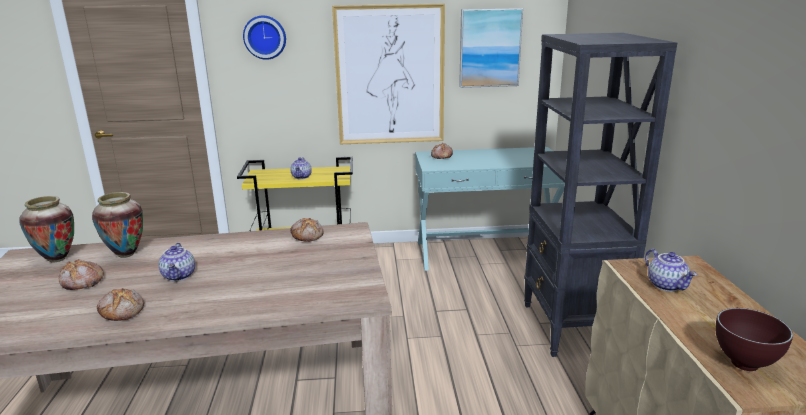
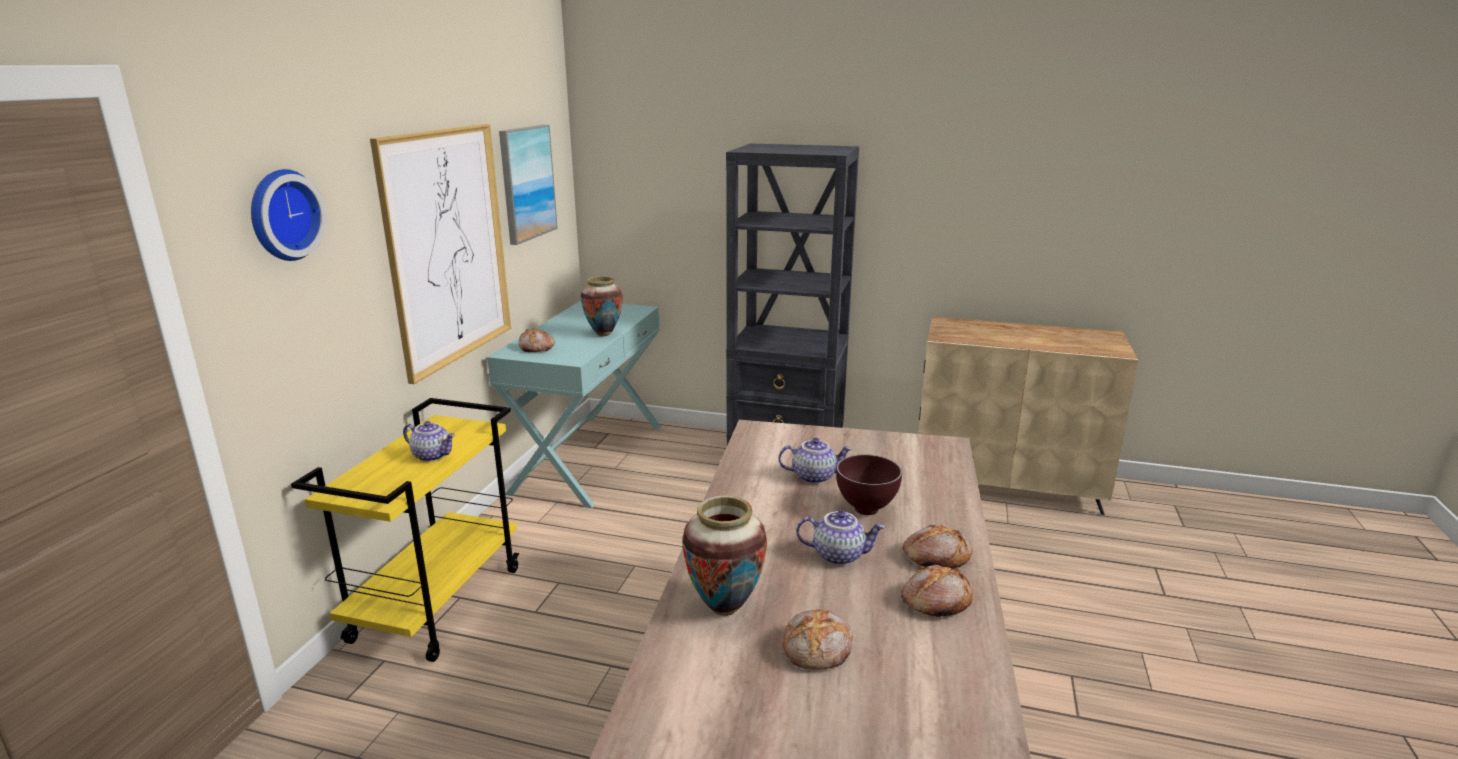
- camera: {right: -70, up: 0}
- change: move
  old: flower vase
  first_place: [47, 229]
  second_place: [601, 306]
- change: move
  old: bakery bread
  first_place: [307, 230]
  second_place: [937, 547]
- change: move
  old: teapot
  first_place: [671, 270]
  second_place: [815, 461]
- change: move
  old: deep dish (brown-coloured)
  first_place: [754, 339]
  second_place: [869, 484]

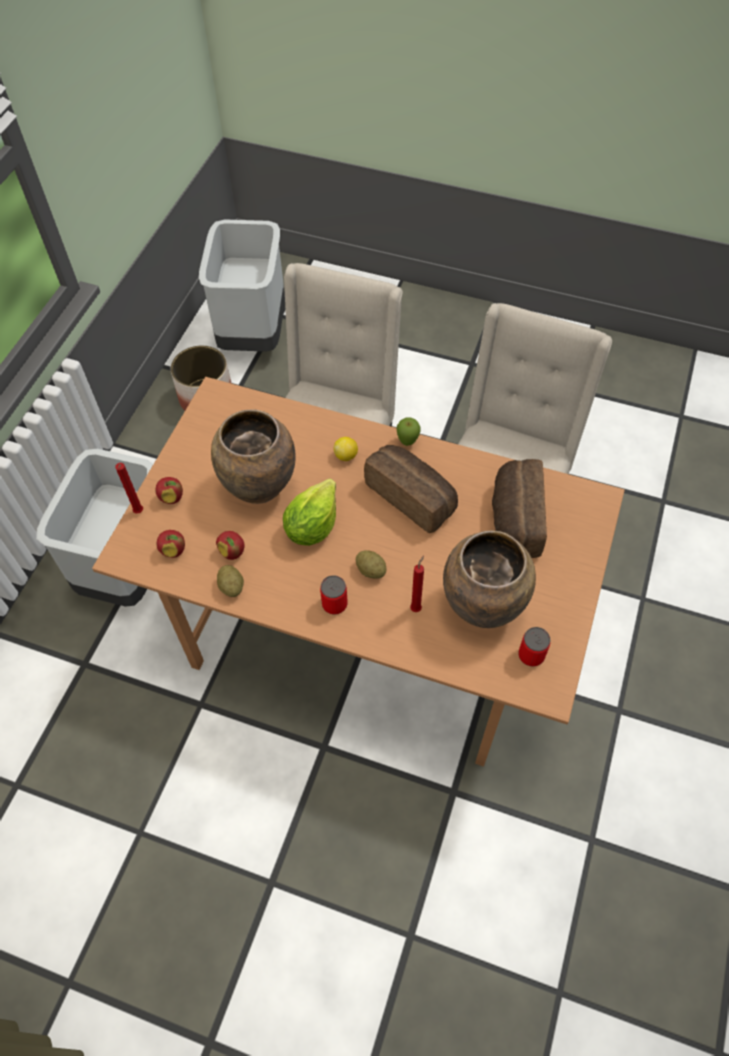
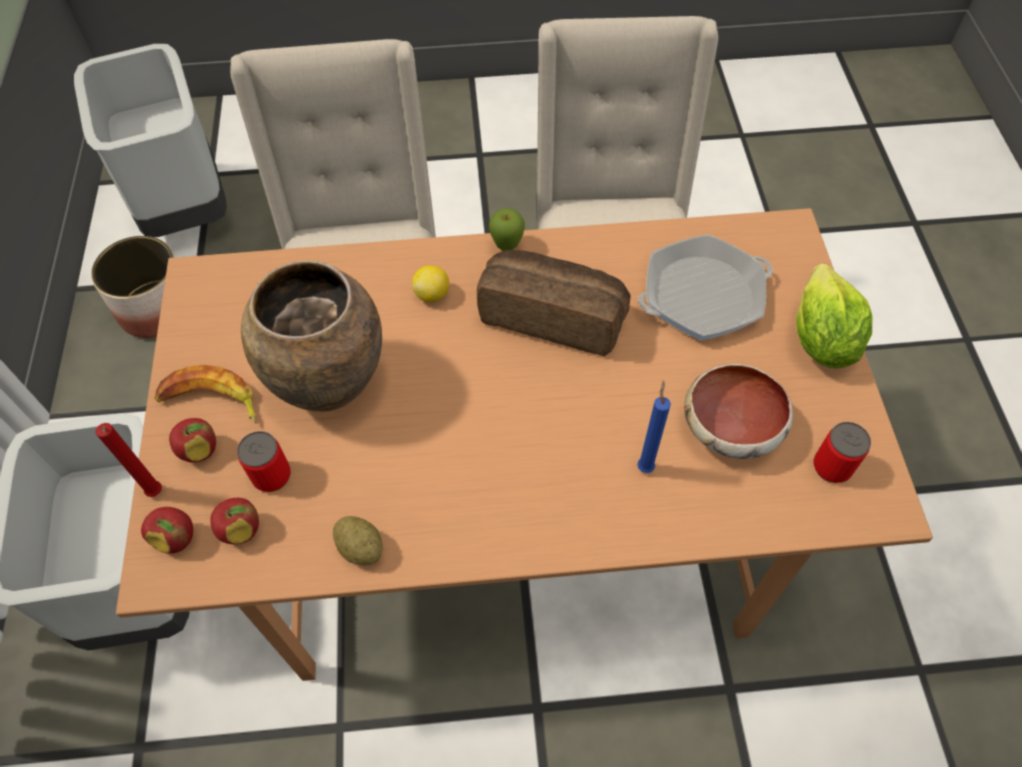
- camera: {right: -25, up: 0}
- change: replace
  old: bakery bread
  new: pan
  first_place: [519, 508]
  second_place: [705, 287]
- change: move
  old: lettuce head
  first_place: [309, 512]
  second_place: [834, 316]
- change: move
  old: apple
  first_place: [230, 545]
  second_place: [167, 530]
- change: replace
  old: flower vase (brown-coloured)
  new: deep dish
  first_place: [489, 579]
  second_place: [738, 411]
- change: delete
  old: potato
  first_place: [371, 564]
- change: recolor
  old: wax candle (reddish)
  new: wax candle (bluish)
  first_place: [417, 583]
  second_place: [654, 426]
- change: move
  old: can
  first_place: [334, 595]
  second_place: [264, 461]
- change: insert
  new: whole banana
  second_place: [205, 394]

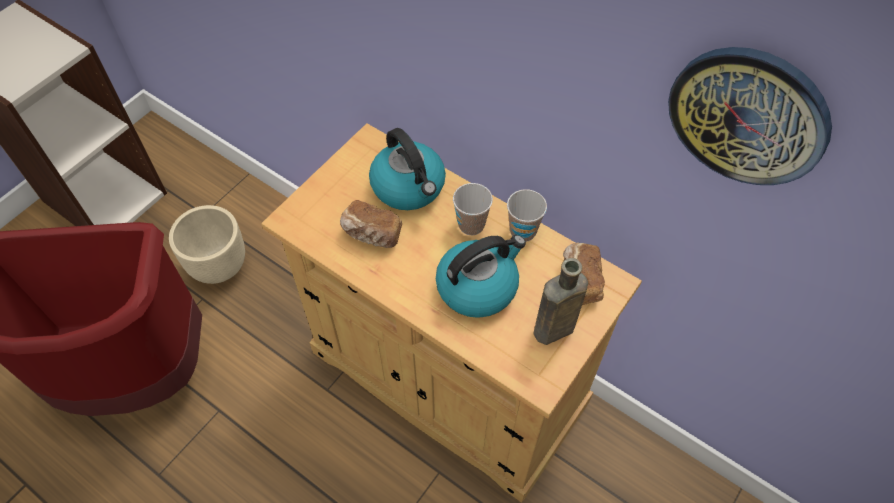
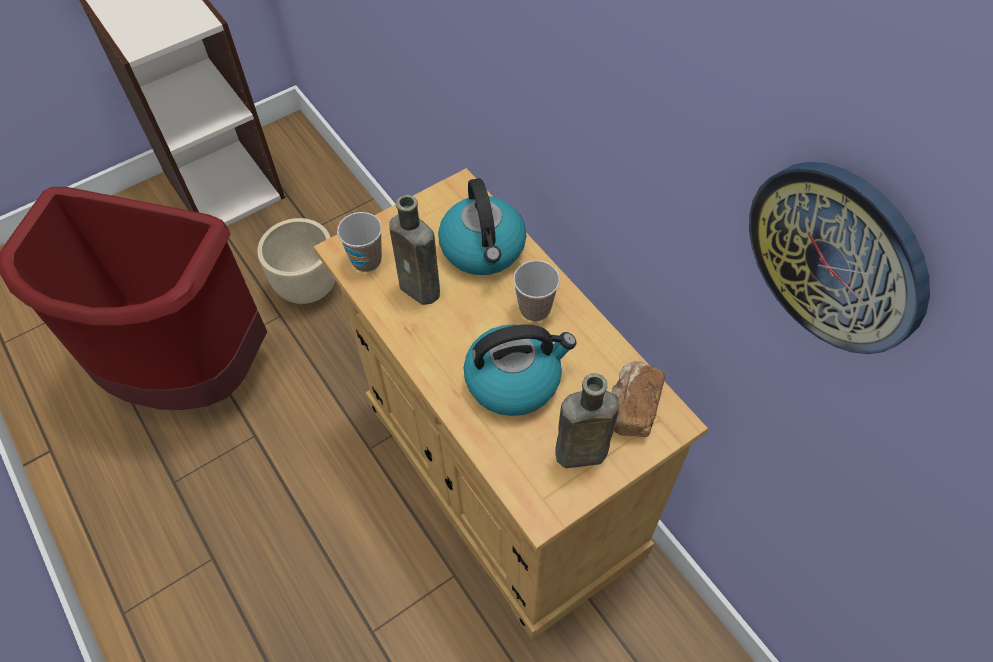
- camera: {right: 20, up: 0}
- change: move
  old: small cup
  first_place: [527, 215]
  second_place: [359, 242]
- change: replace
  old: bakery bread
  new: drink bottle (brown-coloured)
  first_place: [371, 224]
  second_place: [414, 250]

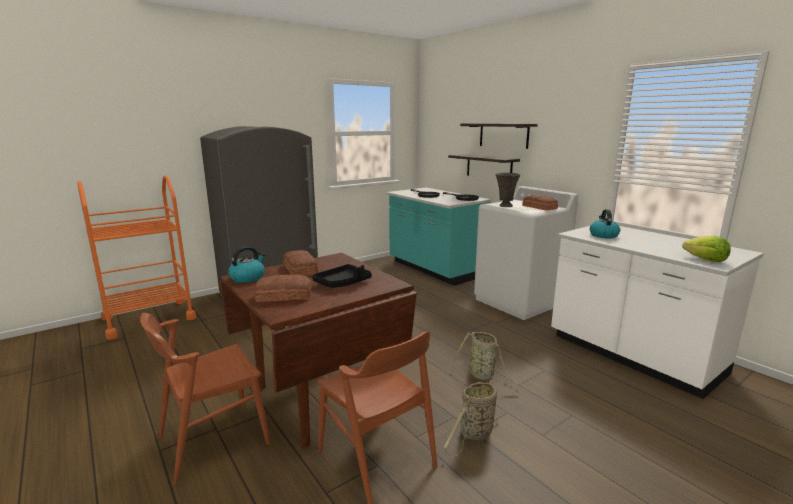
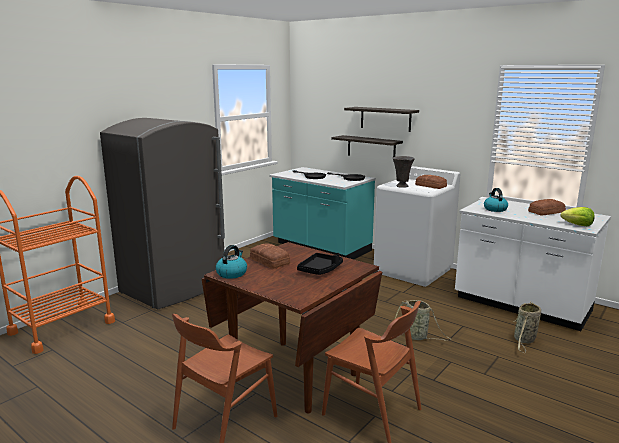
- camera: {right: -15, up: 0}
- change: move
  old: bakery bread
  first_place: [282, 288]
  second_place: [547, 207]
- change: move
  old: household basket
  first_place: [471, 418]
  second_place: [527, 327]

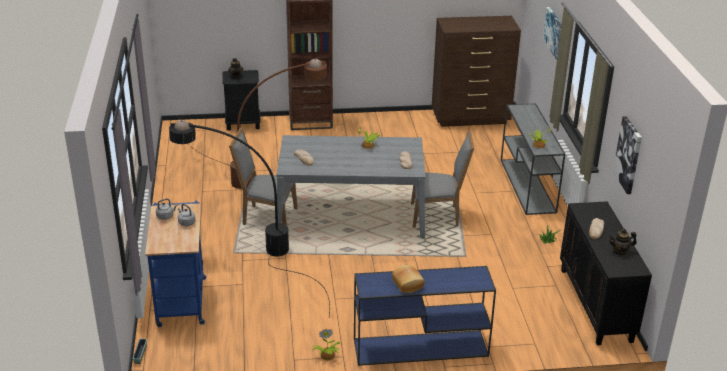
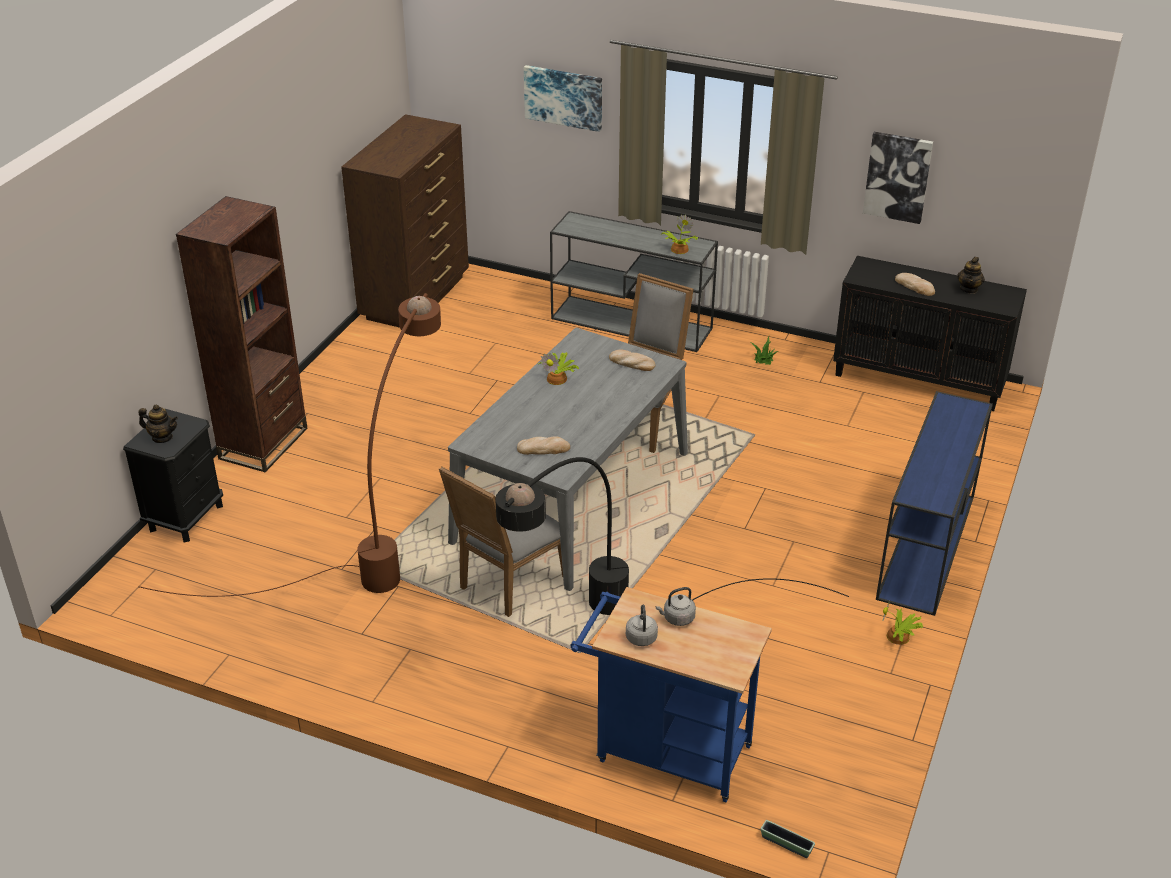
- camera: {right: -60, up: 5}
- change: delete
  old: bakery bread
  first_place: [408, 279]

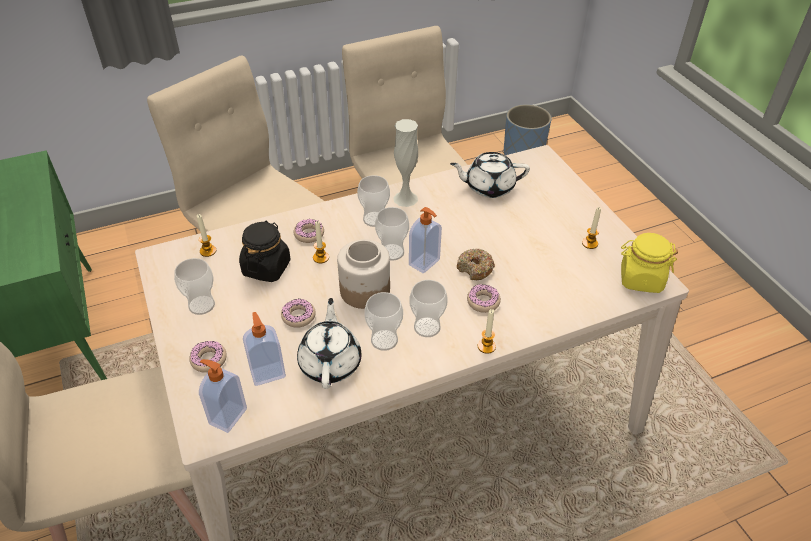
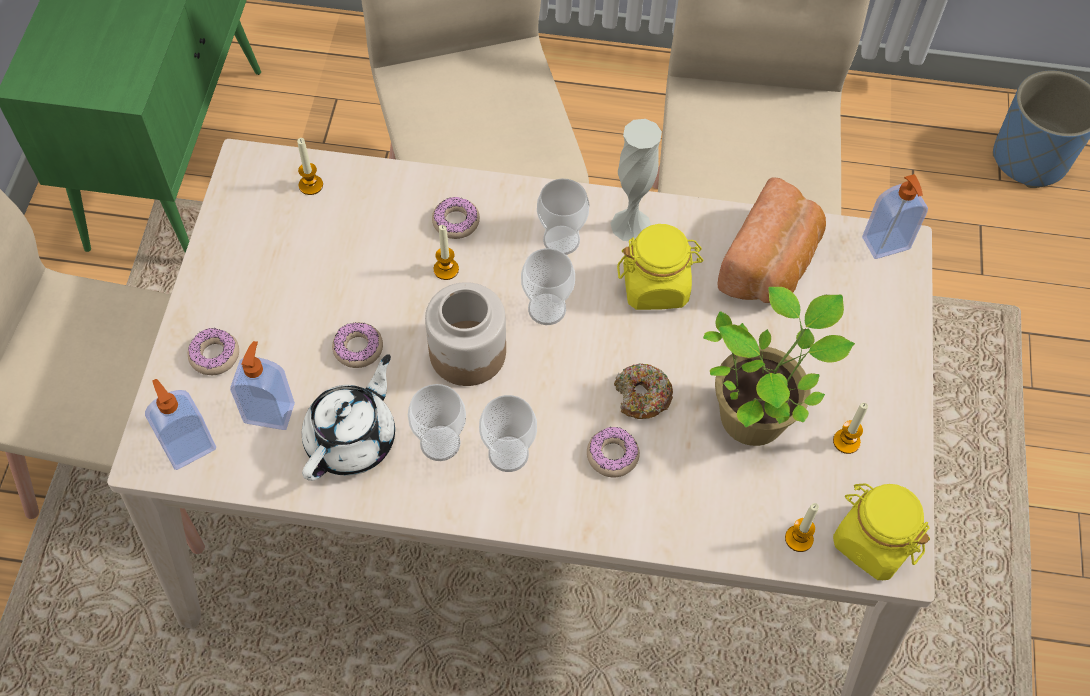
- camera: {right: 30, up: 15}
- change: replace
  old: teapot (white)
  new: bakery bread
  first_place: [490, 175]
  second_place: [772, 240]
- change: move
  old: soap dispenser
  first_place: [425, 240]
  second_place: [895, 216]
- change: delete
  old: storage jar (black)
  first_place: [265, 251]
- change: delete
  old: small cup
  first_place: [194, 286]
- change: move
  old: wax candle
  first_place: [487, 331]
  second_place: [802, 527]
- change: insert
  new: storage jar (yellow)
  second_place: [660, 267]
- change: insert
  new: houseplant
  second_place: [779, 366]

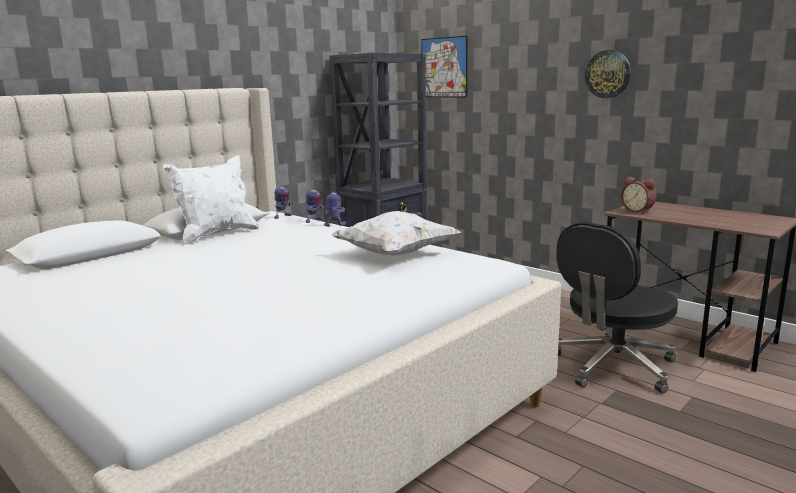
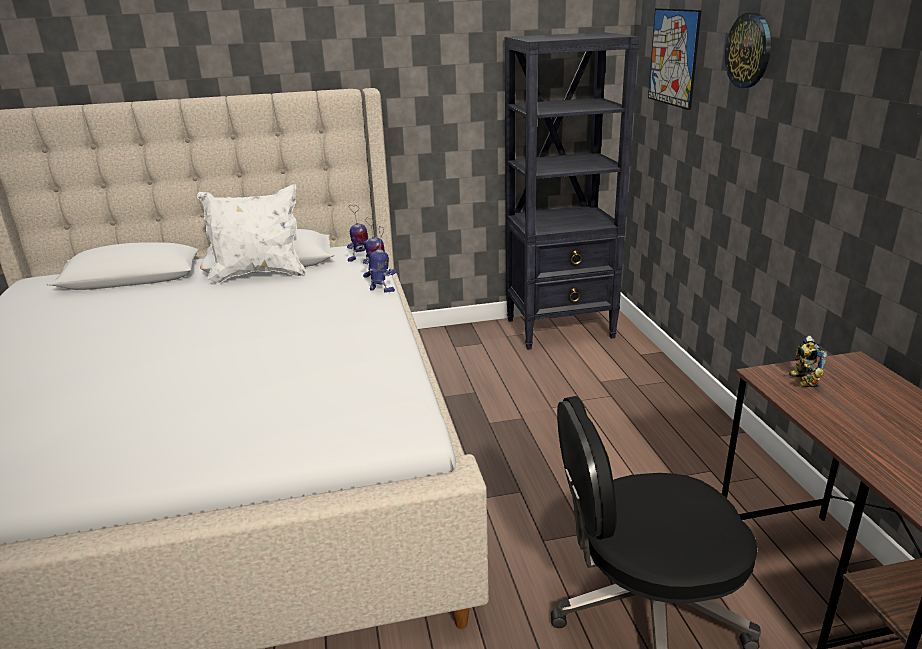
- camera: {right: 35, up: 10}
- change: move
  old: wall clock
  first_place: [608, 74]
  second_place: [748, 50]
- change: replace
  old: alarm clock
  new: robot figure
  first_place: [638, 194]
  second_place: [808, 361]
- change: delete
  old: cushion (white)
  first_place: [396, 233]

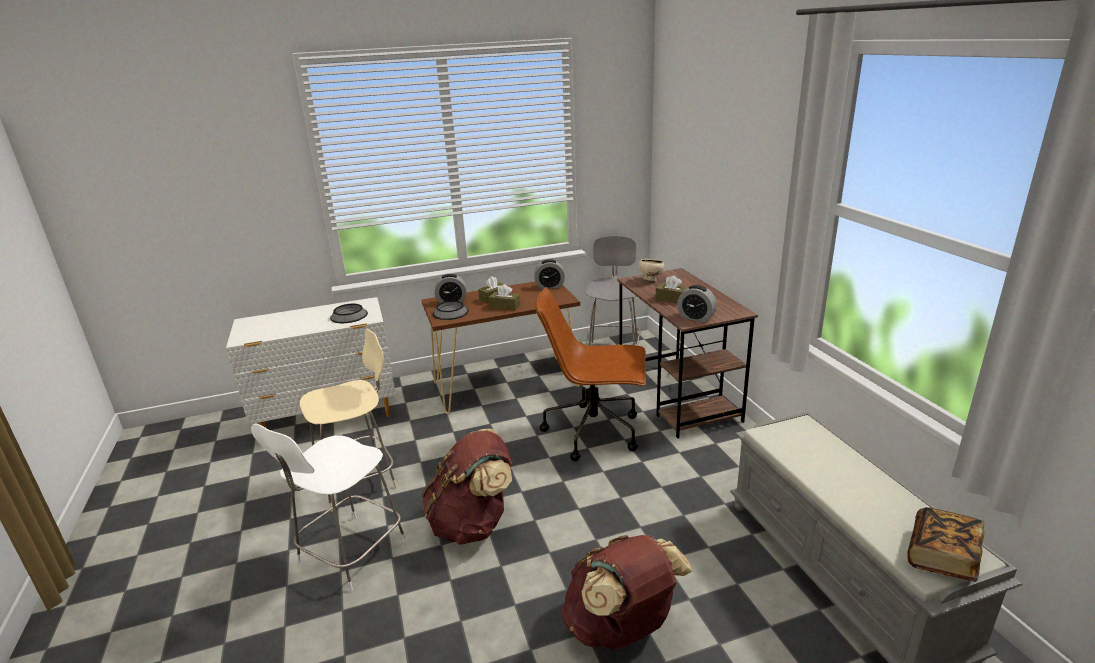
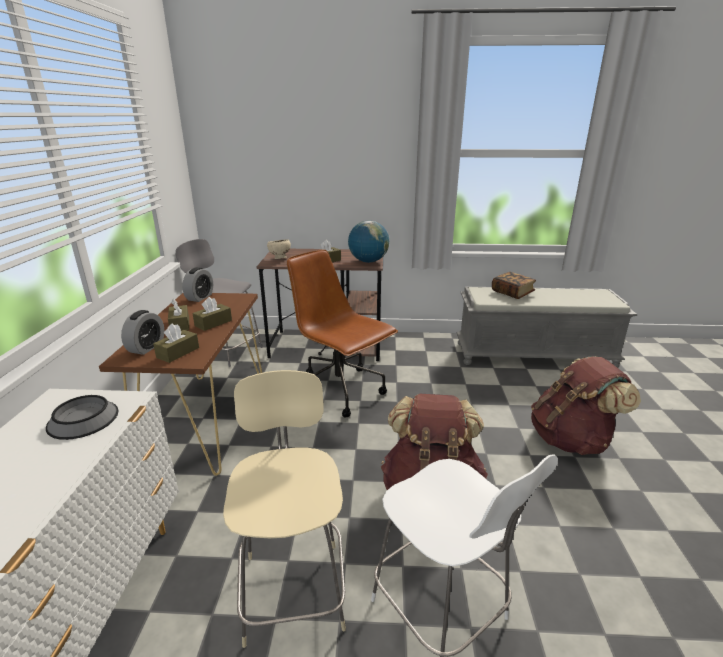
- camera: {right: -70, up: 0}
- change: replace
  old: alarm clock
  new: globe
  first_place: [697, 303]
  second_place: [368, 241]
- change: rotate
  old: desk chair (brown-coloured)
  first_place: [591, 374]
  second_place: [342, 333]
  degrees: 105
- change: replace
  old: deep dish
  new: tissue box (brown-coloured)
  first_place: [450, 310]
  second_place: [176, 343]
- change: move
  old: volume
  first_place: [946, 544]
  second_place: [514, 285]

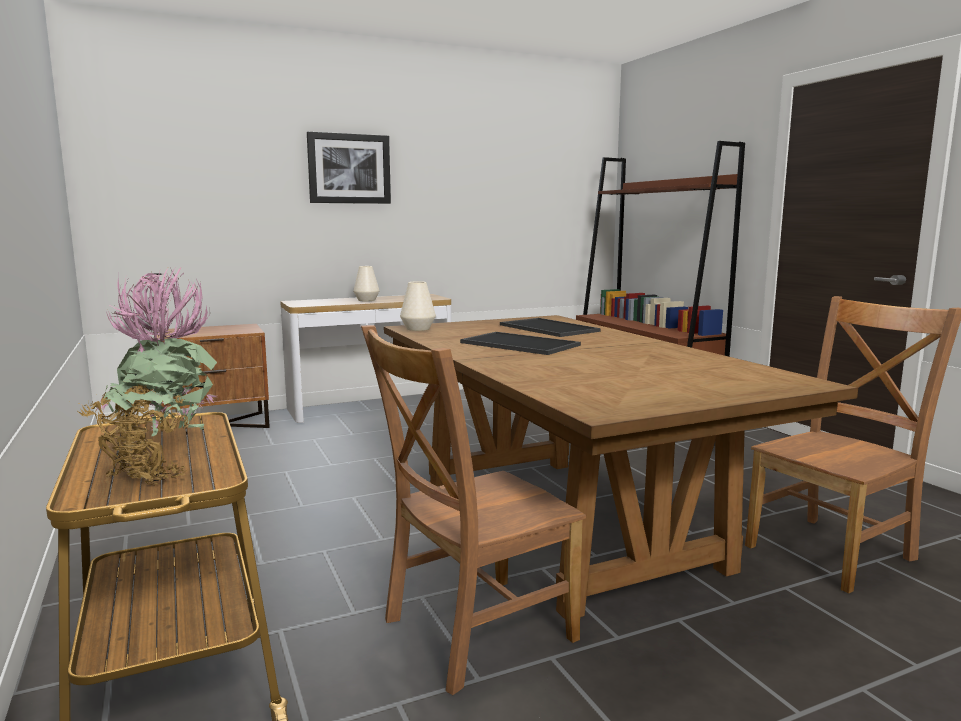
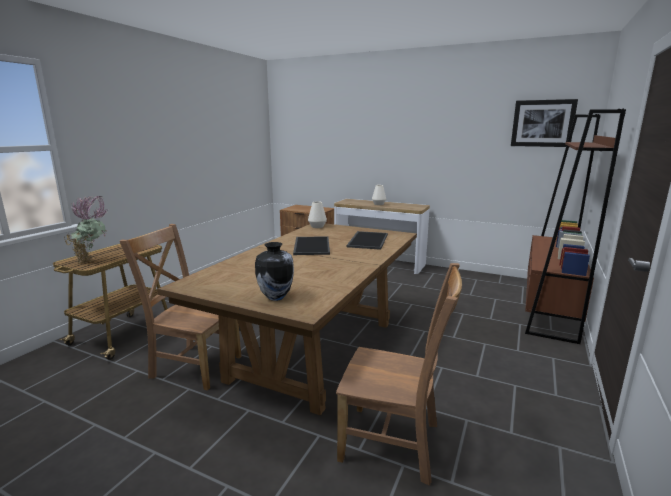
- camera: {right: 50, up: 5}
- change: move
  old: wall art
  first_place: [349, 168]
  second_place: [544, 123]
- change: insert
  new: flower vase
  second_place: [274, 271]

